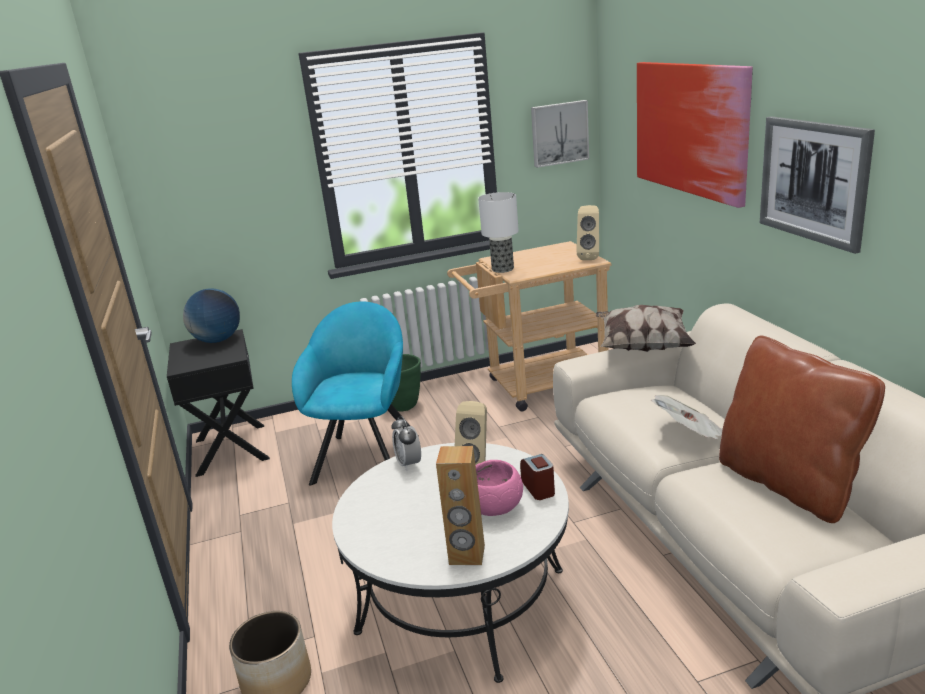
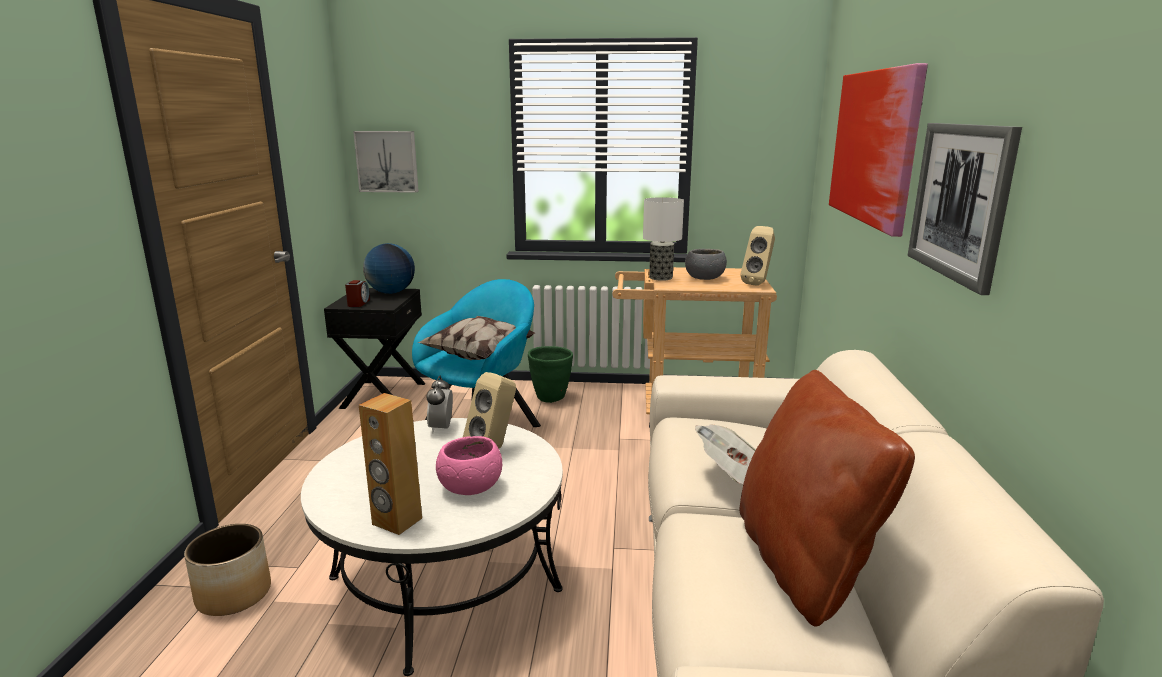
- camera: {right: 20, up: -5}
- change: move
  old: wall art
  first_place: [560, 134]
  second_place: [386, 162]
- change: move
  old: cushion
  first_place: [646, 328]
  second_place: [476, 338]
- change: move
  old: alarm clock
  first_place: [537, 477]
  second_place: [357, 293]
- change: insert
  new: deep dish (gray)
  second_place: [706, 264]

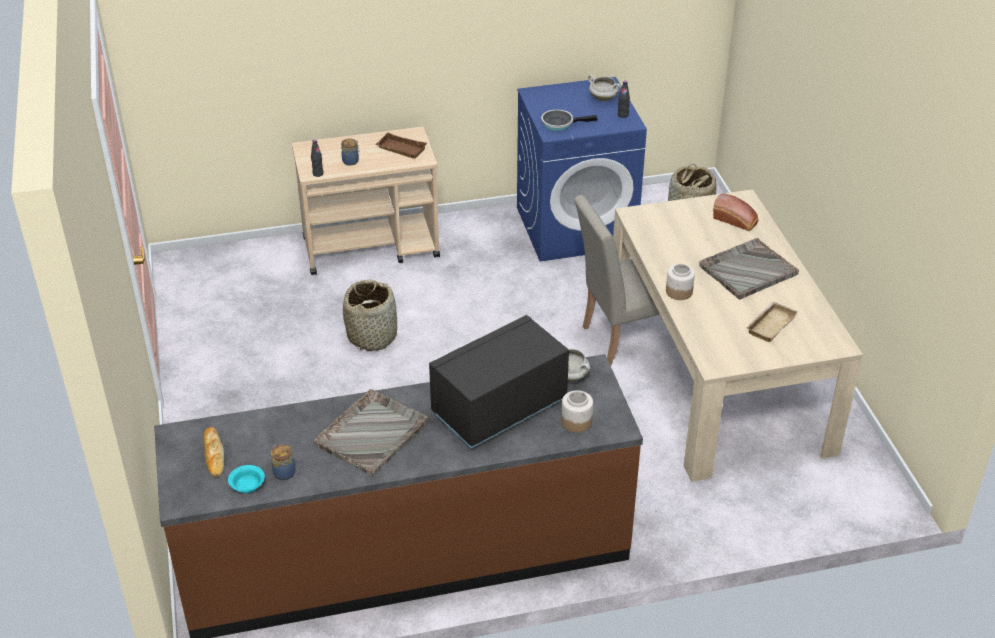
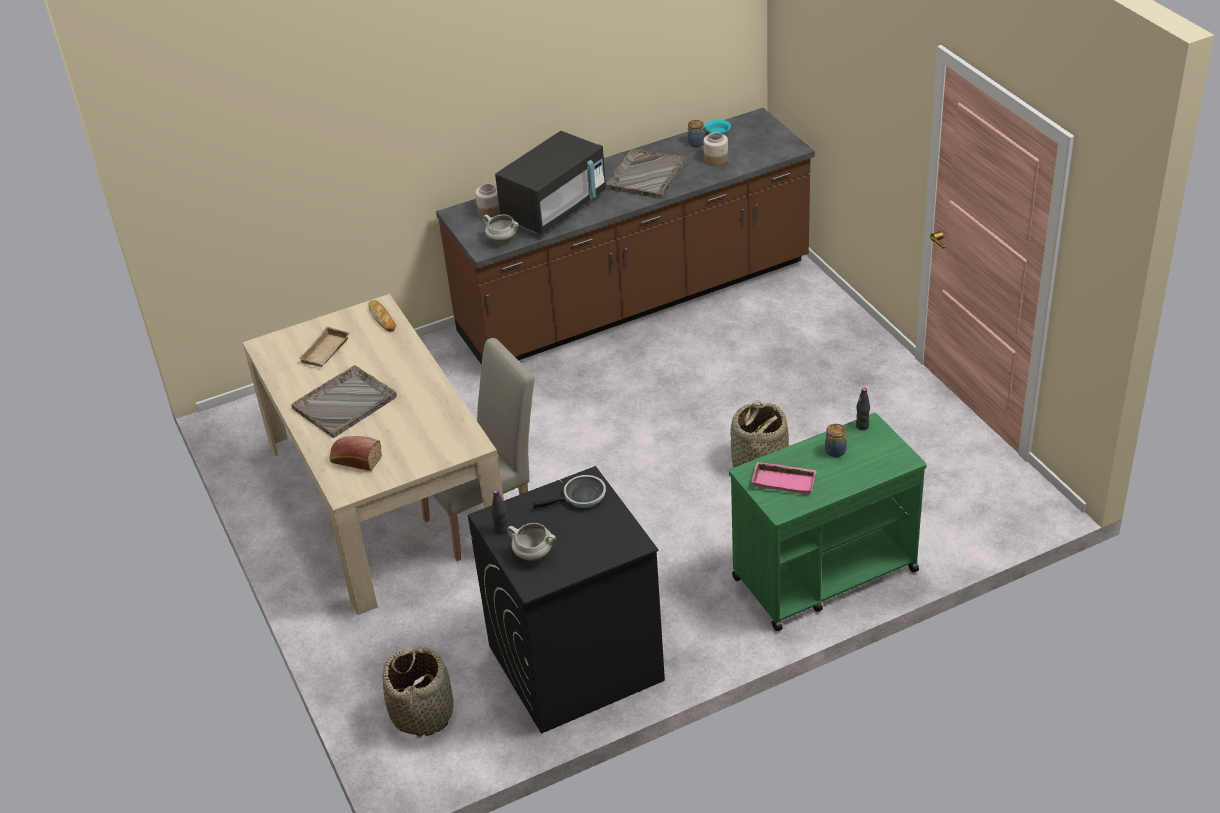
- camera: {right: 170, up: 0}
- change: recolor
  old: washing machine (bluish)
  new: washing machine (black)
  first_place: [582, 169]
  second_place: [566, 600]
- change: recolor
  old: wheeled cart (beige-coloured)
  new: wheeled cart (greenish)
  first_place: [366, 201]
  second_place: [828, 522]
- change: recolor
  old: tray (brown-coloured)
  new: tray (pinkish)
  first_place: [401, 146]
  second_place: [784, 478]
- change: move
  old: storage jar
  first_place: [680, 282]
  second_place: [715, 149]
- change: move
  old: bakery bread
  first_place: [213, 452]
  second_place: [382, 315]

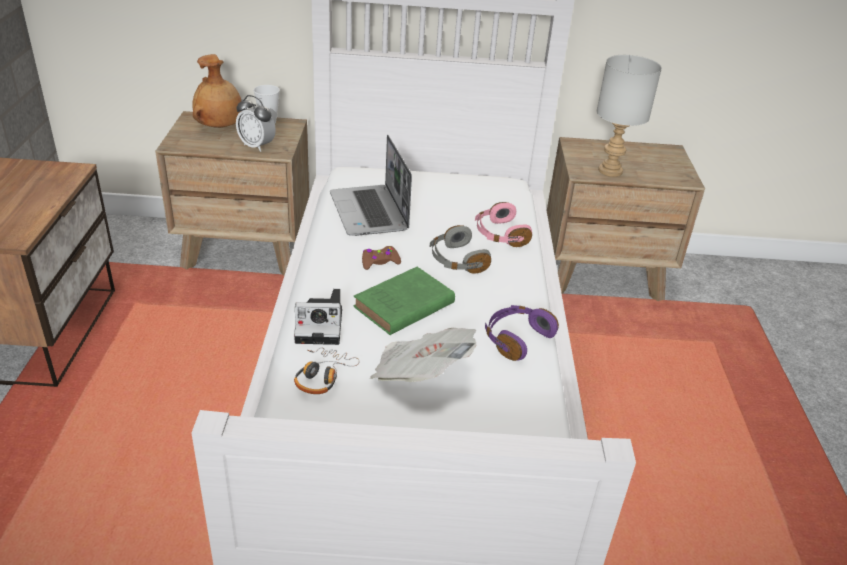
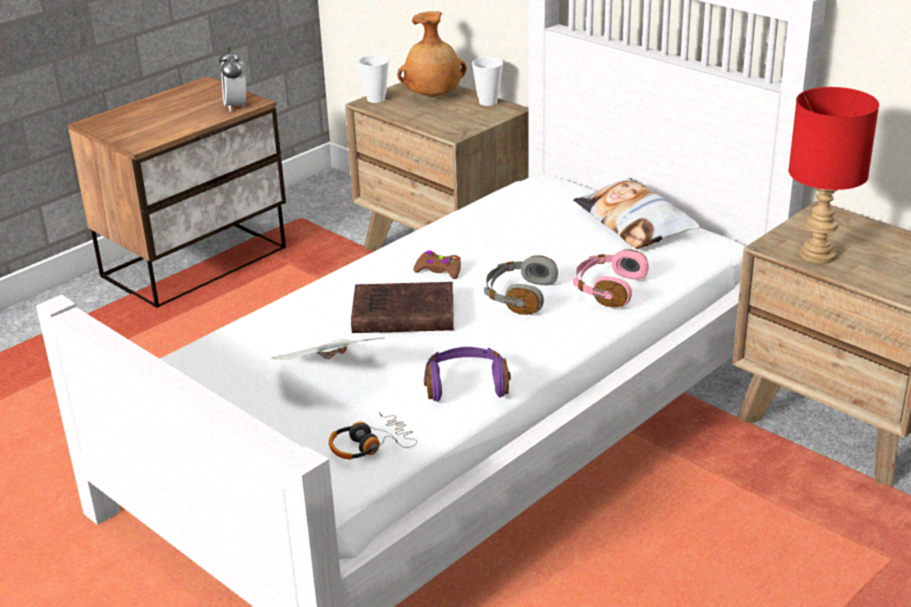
- camera: {right: 45, up: -5}
- change: recolor
  old: lamp for a table (gray)
  new: lamp for a table (reddish)
  first_place: [629, 116]
  second_place: [833, 175]
- change: move
  old: alarm clock
  first_place: [256, 123]
  second_place: [232, 79]
- change: delete
  old: laptop
  first_place: [371, 185]
- change: recolor
  old: volume (greenish)
  new: volume (brown-coloured)
  first_place: [404, 301]
  second_place: [402, 307]
- change: delete
  old: photo camera
  first_place: [318, 317]
- change: move
  old: pair of headphones
  first_place: [327, 370]
  second_place: [373, 436]
- change: insert
  new: small cup
  second_place: [373, 79]
- change: insert
  new: cushion
  second_place: [636, 213]

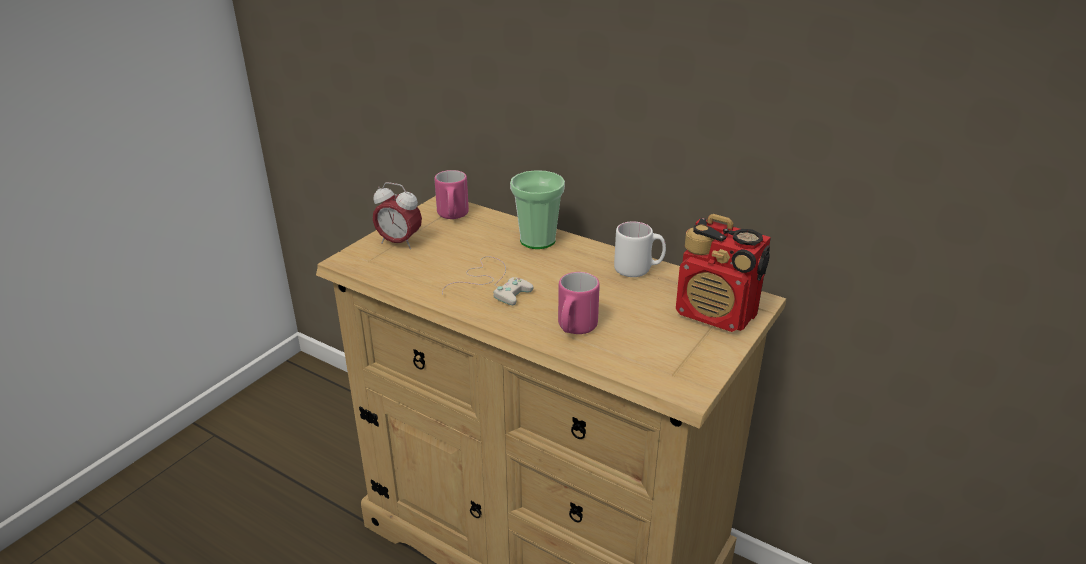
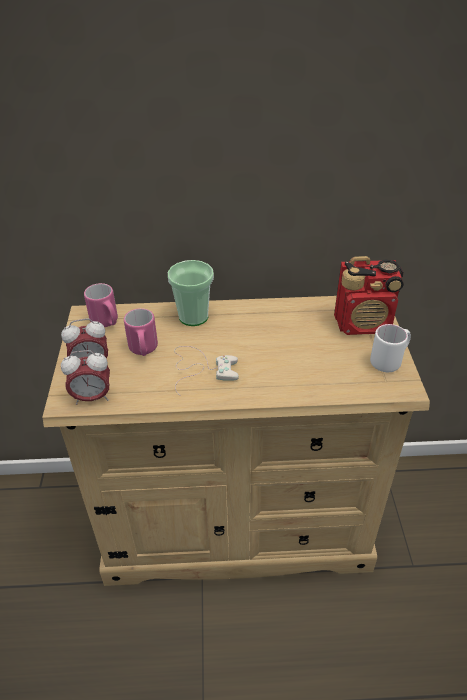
- camera: {right: -35, up: 10}
- change: move
  old: tea mug (white)
  first_place: [640, 249]
  second_place: [390, 348]
- change: move
  old: tea mug (pinkish)
  first_place: [579, 303]
  second_place: [141, 332]
- change: insert
  new: alarm clock
  second_place: [85, 377]

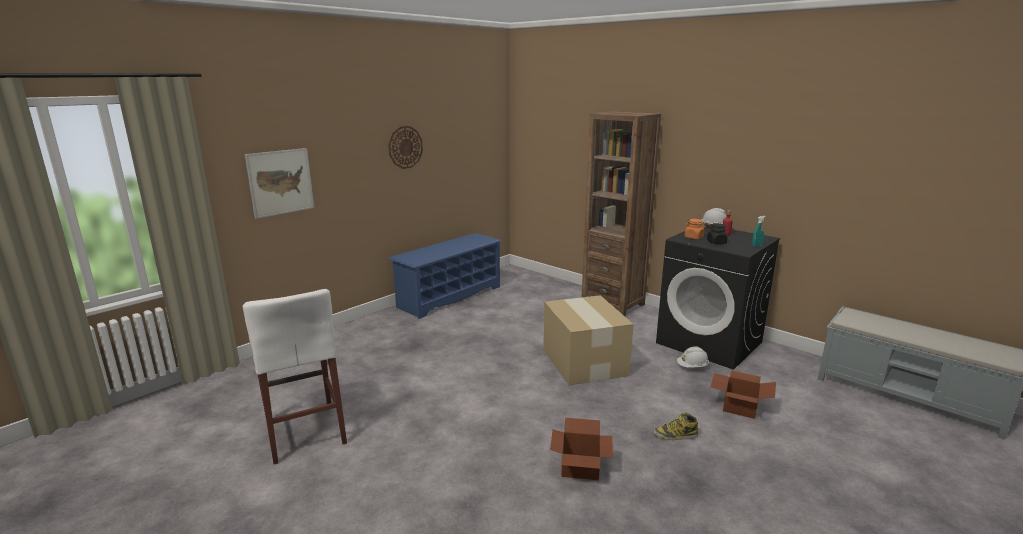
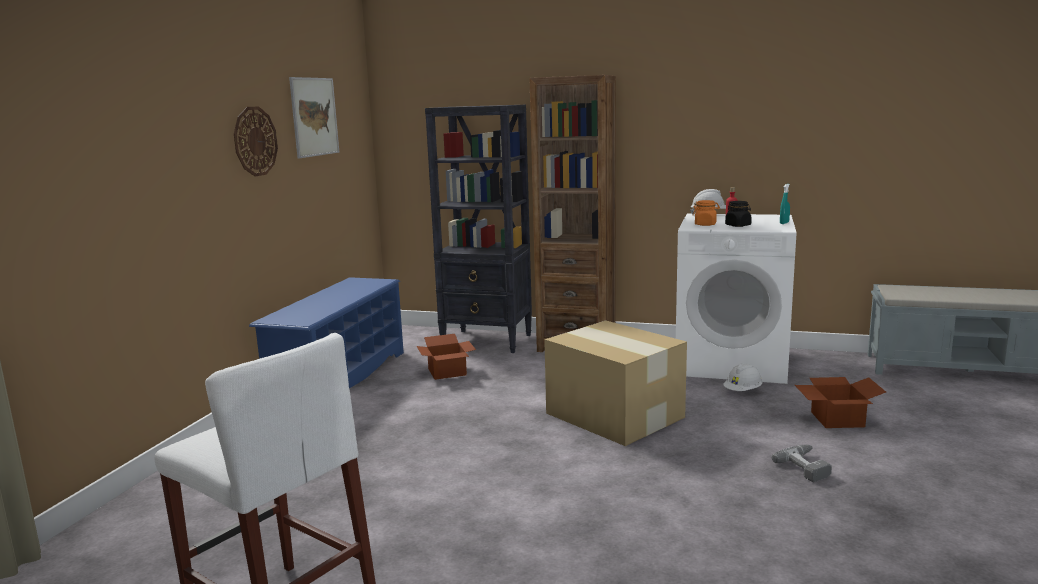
- camera: {right: -25, up: -5}
- change: move
  old: wall art
  first_place: [279, 183]
  second_place: [314, 117]
- change: recolor
  old: washing machine (black)
  new: washing machine (white)
  first_place: [718, 297]
  second_place: [736, 299]
- change: replace
  old: boot
  new: electric drill
  first_place: [675, 426]
  second_place: [802, 463]
- change: move
  old: carton
  first_place: [581, 449]
  second_place: [446, 357]
- change: insert
  new: bookshelf (black)
  second_place: [478, 229]

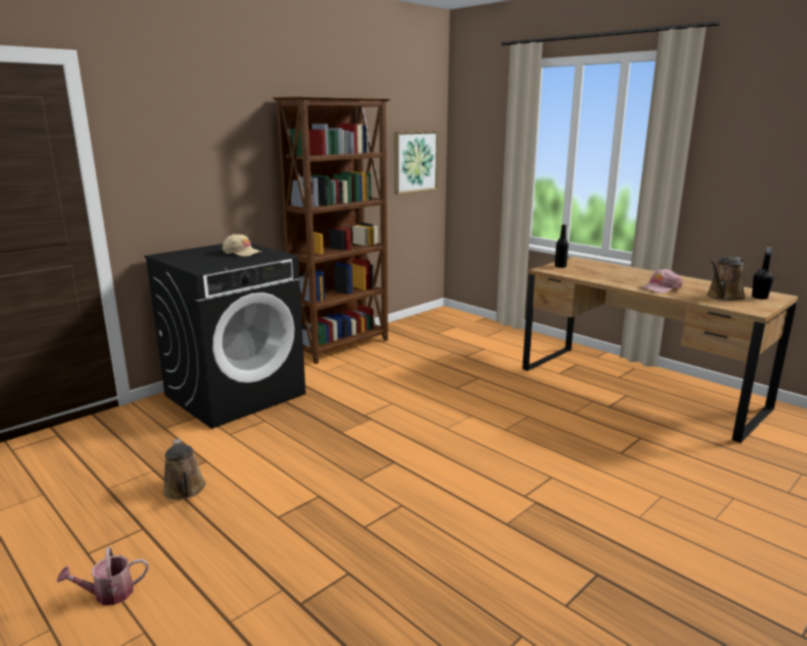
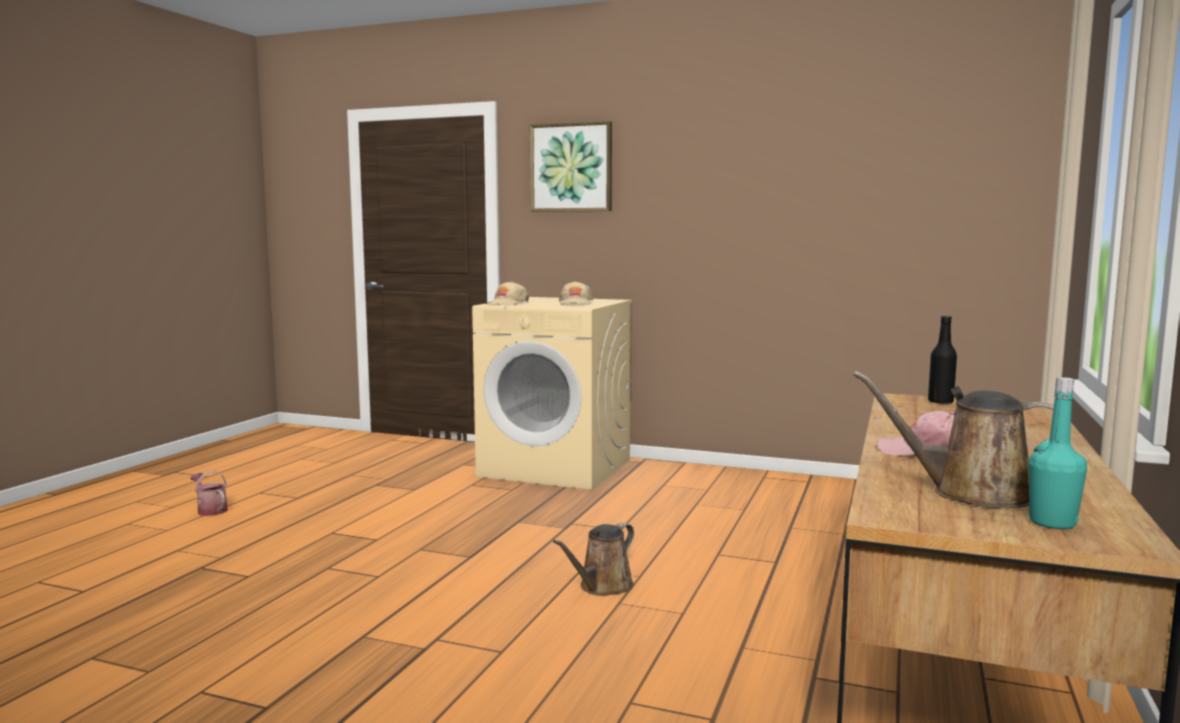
- camera: {right: 65, up: -10}
- change: delete
  old: bookshelf (brown-coloured)
  first_place: [332, 230]
- change: move
  old: wall art
  first_place: [416, 162]
  second_place: [571, 166]
- change: recolor
  old: washing machine (black)
  new: washing machine (beige-coloured)
  first_place: [225, 336]
  second_place: [552, 393]
- change: recolor
  old: drink bottle (black)
  new: drink bottle (turquoise)
  first_place: [763, 273]
  second_place: [1058, 453]
- change: move
  old: sprinkling can (brown-coloured)
  first_place: [184, 469]
  second_place: [593, 559]
- change: insert
  new: baseball cap (beige-coloured)
  second_place: [507, 293]

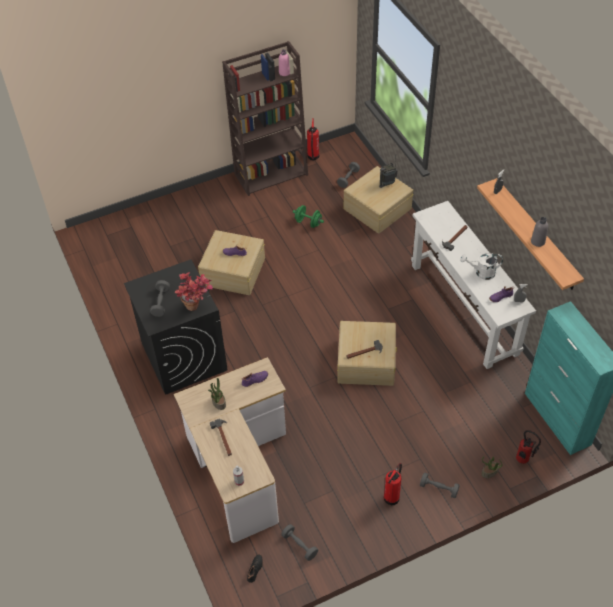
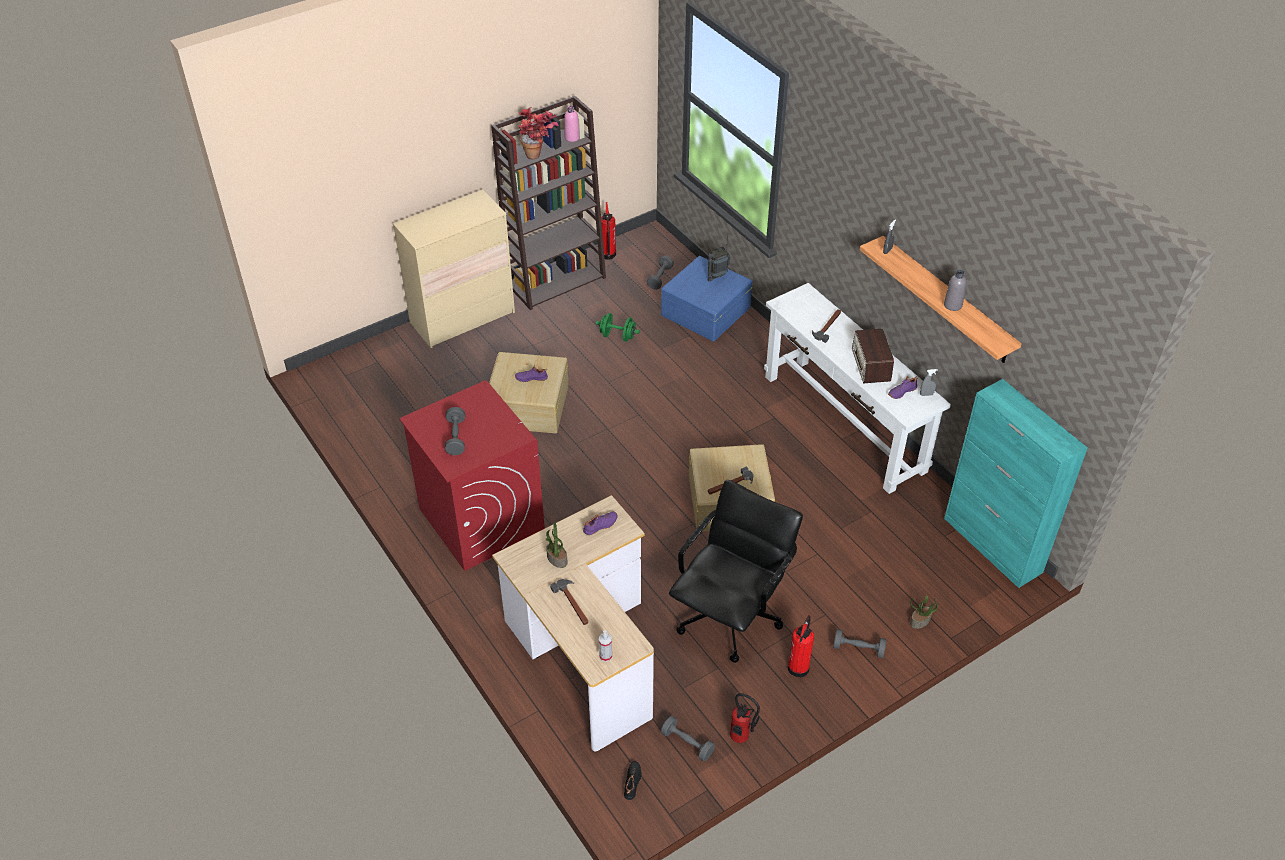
- camera: {right: -10, up: -5}
- change: recolor
  old: storage bin (beige-coloured)
  new: storage bin (bluish)
  first_place: [378, 200]
  second_place: [707, 298]
- change: replace
  old: sprinkling can (white)
  new: radio receiver
  first_place: [481, 266]
  second_place: [873, 356]
- change: recolor
  old: washing machine (black)
  new: washing machine (reddish)
  first_place: [176, 327]
  second_place: [472, 475]
- change: move
  old: houseplant
  first_place: [194, 291]
  second_place: [538, 133]
- change: move
  old: fire-fighting cylinder
  first_place: [528, 447]
  second_place: [745, 718]
- change: insert
  new: dresser (beige-coloured)
  second_place: [454, 268]
- change: insert
  new: desk chair (black)
  second_place: [736, 571]

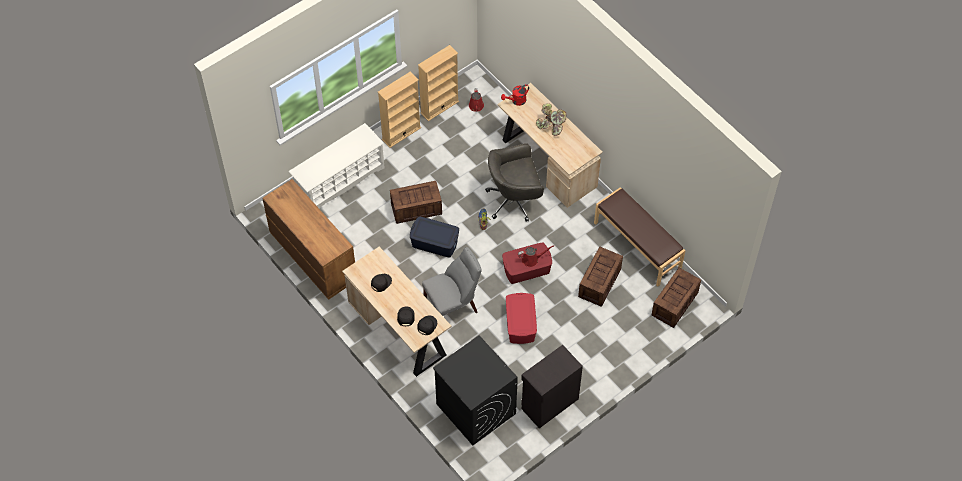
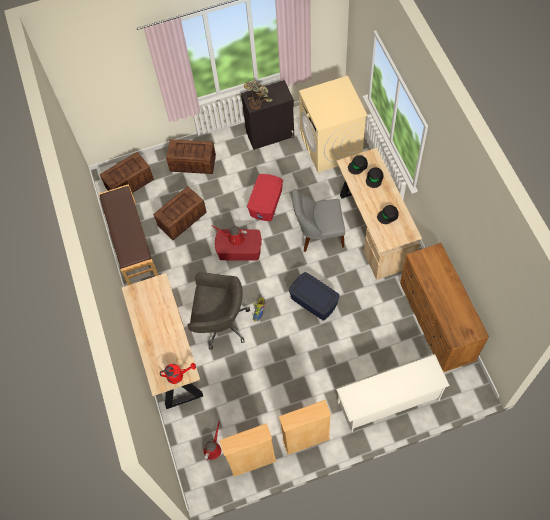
- camera: {right: -155, up: 5}
- change: move
  old: houseplant
  first_place: [551, 119]
  second_place: [258, 95]
- change: move
  old: crate
  first_place: [416, 202]
  second_place: [191, 156]
- change: recolor
  old: washing machine (black)
  new: washing machine (beige-coloured)
  first_place: [475, 390]
  second_place: [333, 124]

